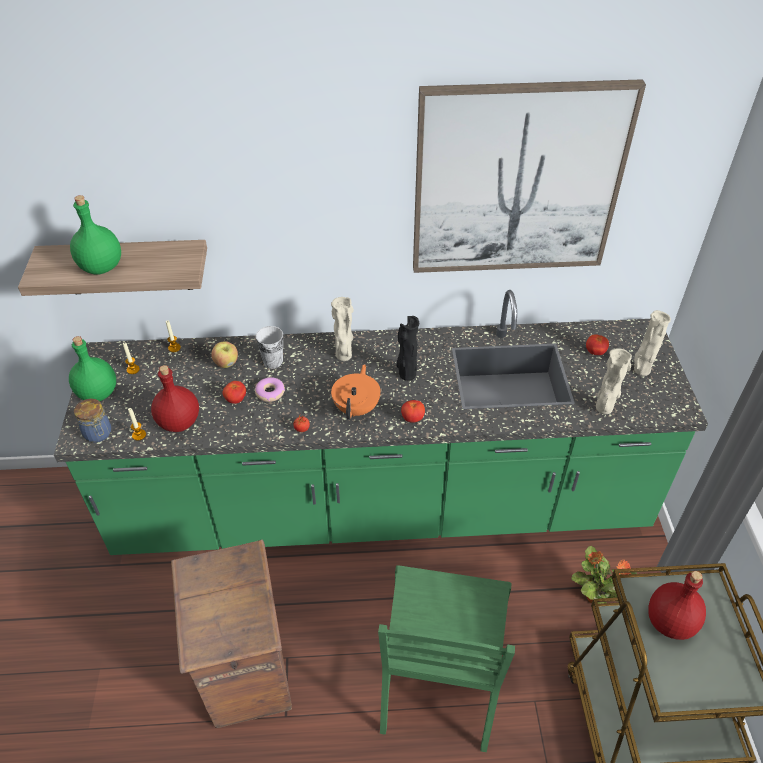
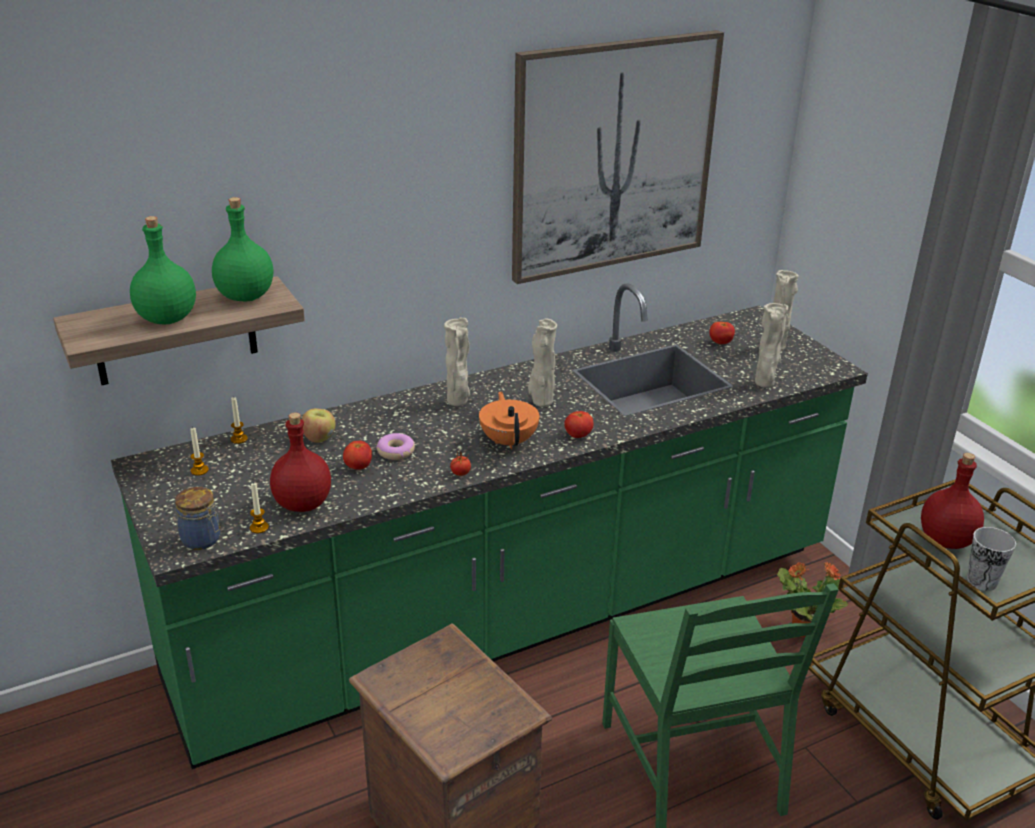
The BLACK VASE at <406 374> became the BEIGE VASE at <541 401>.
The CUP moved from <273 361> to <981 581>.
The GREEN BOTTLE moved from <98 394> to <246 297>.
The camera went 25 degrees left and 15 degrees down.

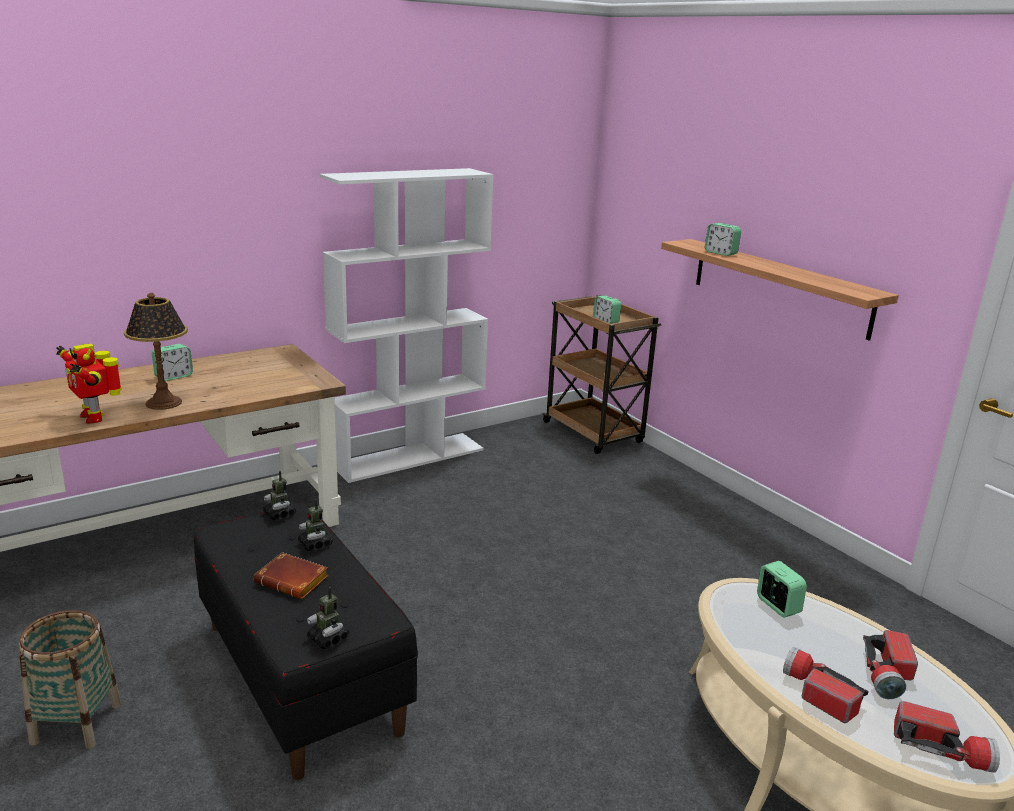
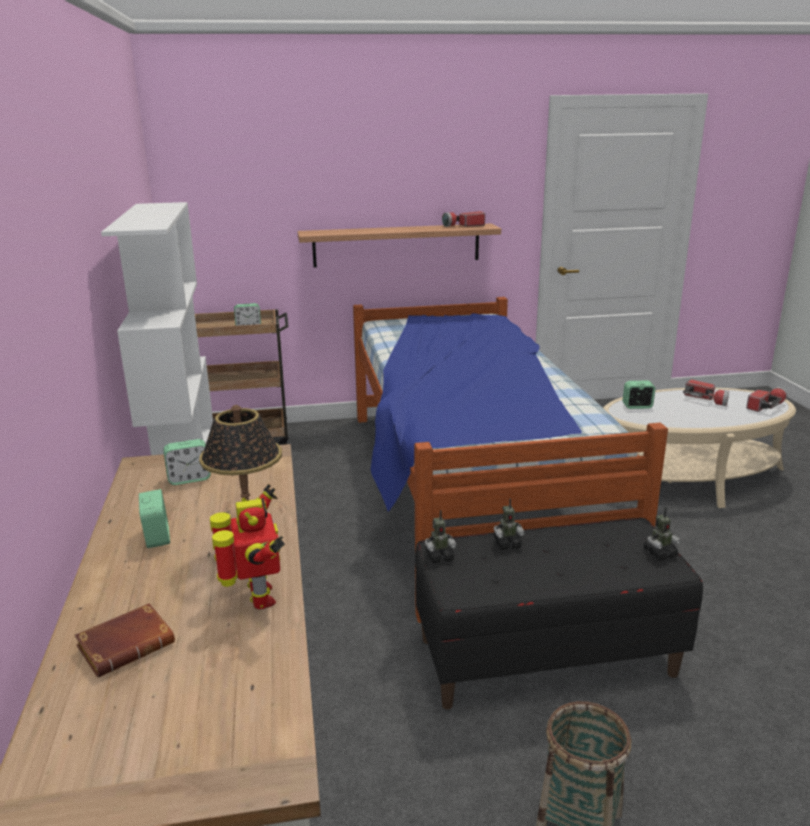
The ALARM CLOCK moved from <720 253> to <189 479>.
The TOY ROBOT at <94 417> turned 90 degrees counterclockwise.
The BROWN BOOK moved from <294 581> to <128 644>.
The FLASHLIGHT moved from <818 693> to <463 226>.
The BED at <467 488> appeared.
The camera went 65 degrees left and 0 degrees up.

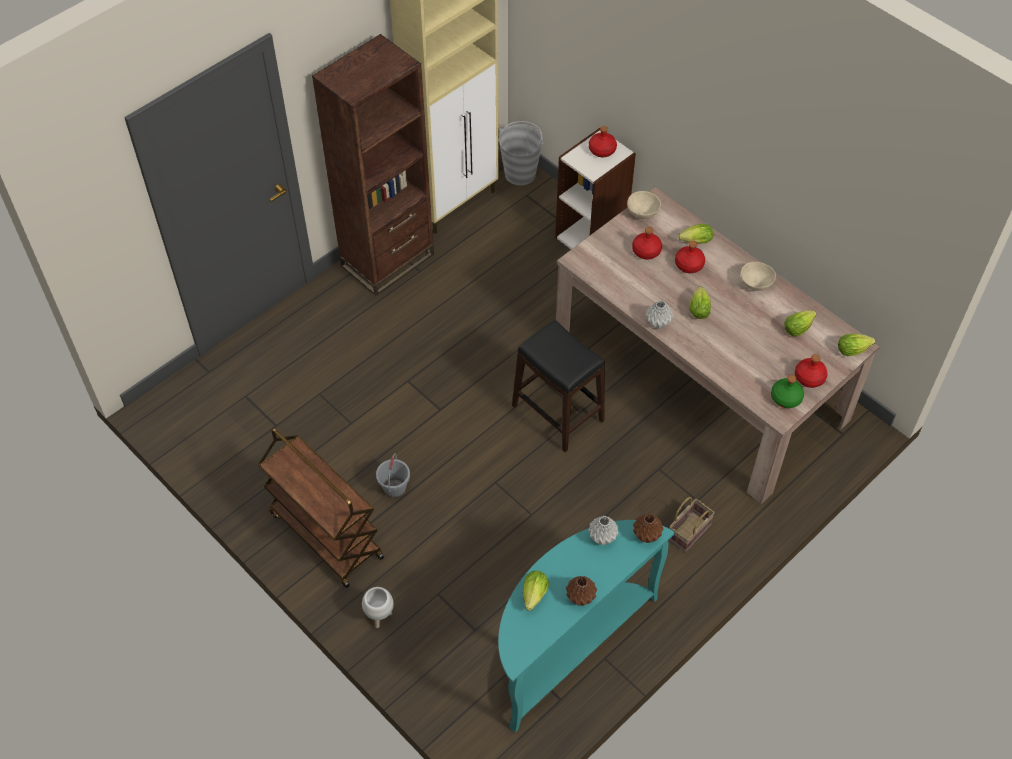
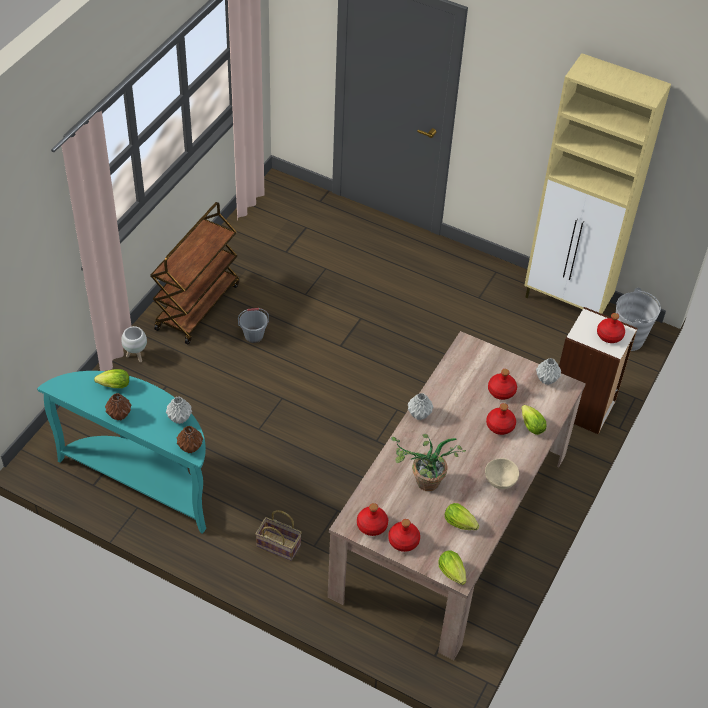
The BROWN BOOKCASE at <388 260> disappeared.
The BEIGE BOWL at <641 213> was replaced by the GREY VASE at <547 379>.
The LETTUCE at <699 308> disappeared.
The BLACK STOOL at <557 413> disappeared.
The GREEN BOTTLE at <785 398> became the RED BOTTLE at <371 525>.
The POTTED PLANT at <421 484> appeared.
The camera went 70 degrees right and 5 degrees down.

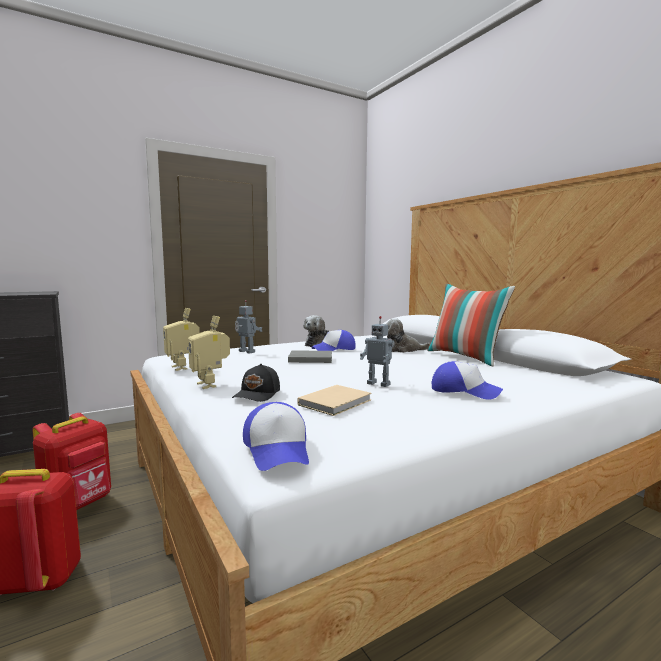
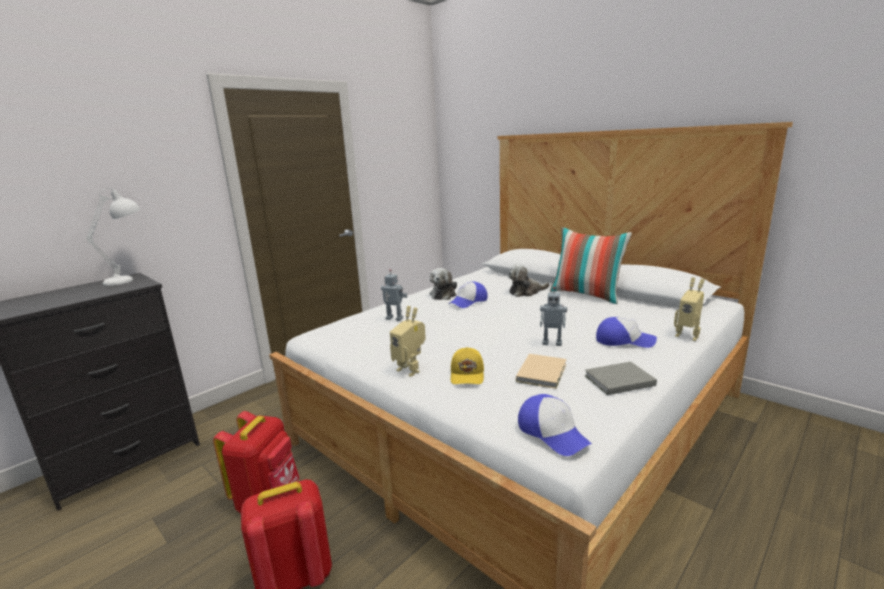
The TOY ROBOT moved from <183 367> to <687 335>.
The GREY BOOK moved from <309 359> to <617 380>.
The BLACK CAP at <258 394> became the YELLOW CAP at <468 375>.
The WHITE TABLE LAMP at <131 279> appeared.
The camera went 15 degrees left and 10 degrees up.

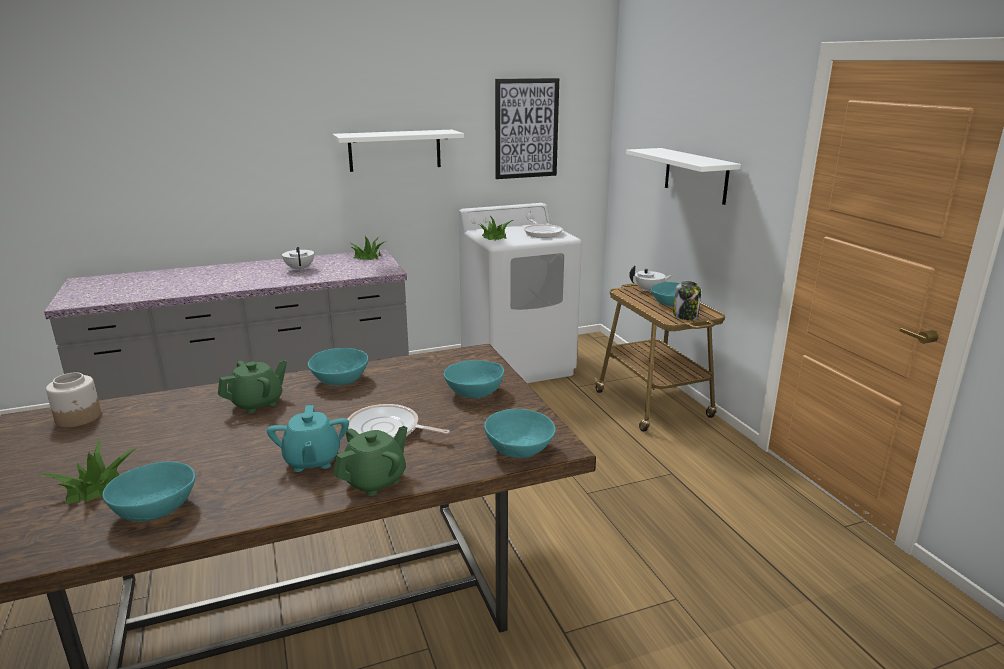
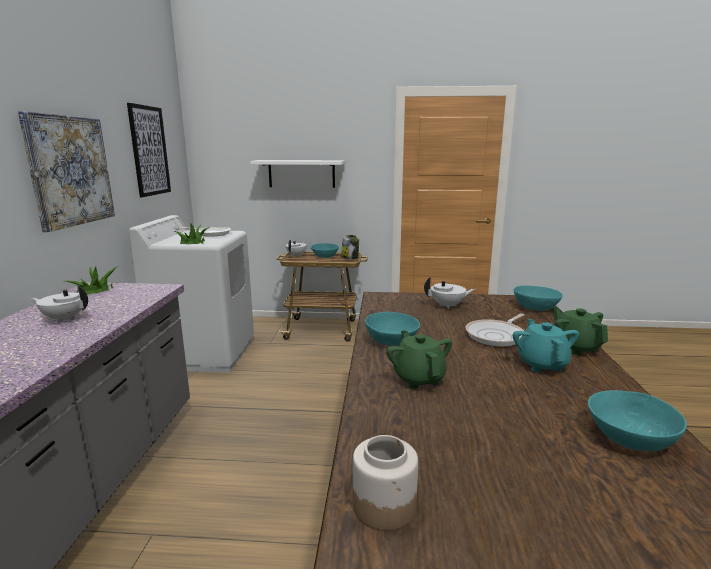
The WHITE SHELF at <395 150> was replaced by the PICTURE at <70 171>.
The TURQUOISE BOWL at <474 392> was replaced by the WHITE TEAPOT at <448 306>.
The TURQUOISE TEAPOT at <312 460> turned 105 degrees counterclockwise.
The POTTED PLANT at <95 488> disappeared.
The camera went 65 degrees left and 5 degrees down.

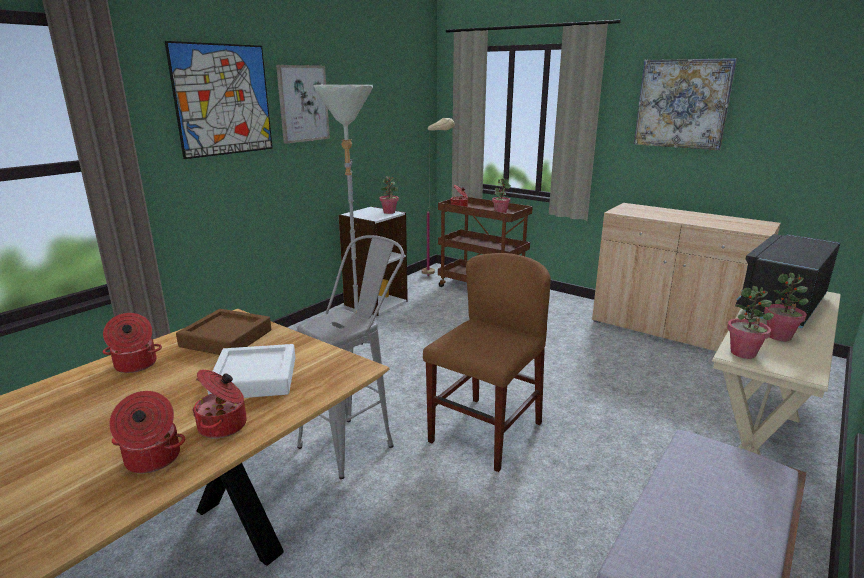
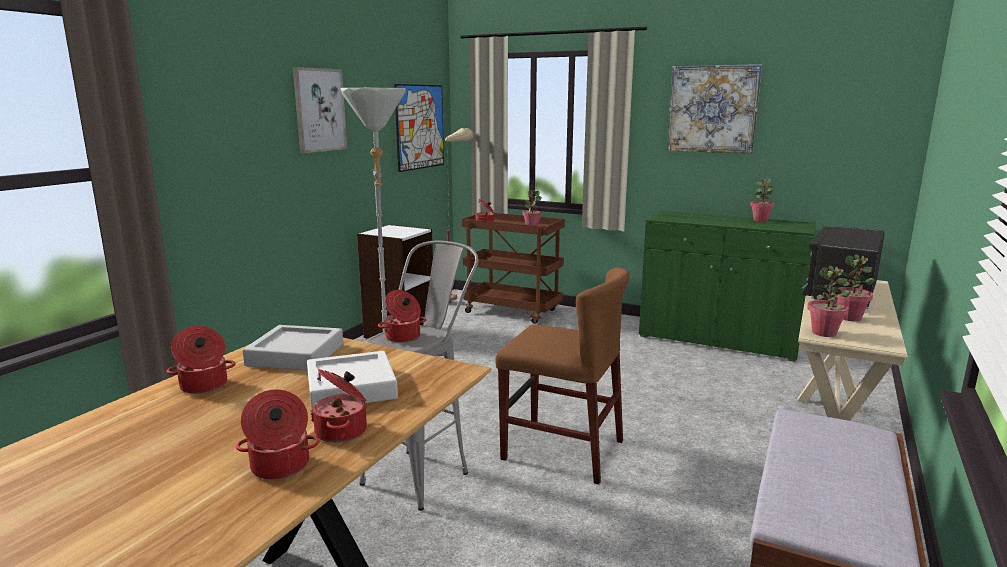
The PICTURE moved from <223 100> to <420 127>.
The POTTED PLANT moved from <389 212> to <760 220>.
The BEIGE CABINET at <669 330> became the GREEN CABINET at <718 339>.
The BROWN CHAIR at <485 432> turned 90 degrees clockwise.
The BROWN TRAY at <226 338> became the GREY TRAY at <296 354>.
The COOKING POT at <403 337> appeared.
The camera went 10 degrees left and 5 degrees down.

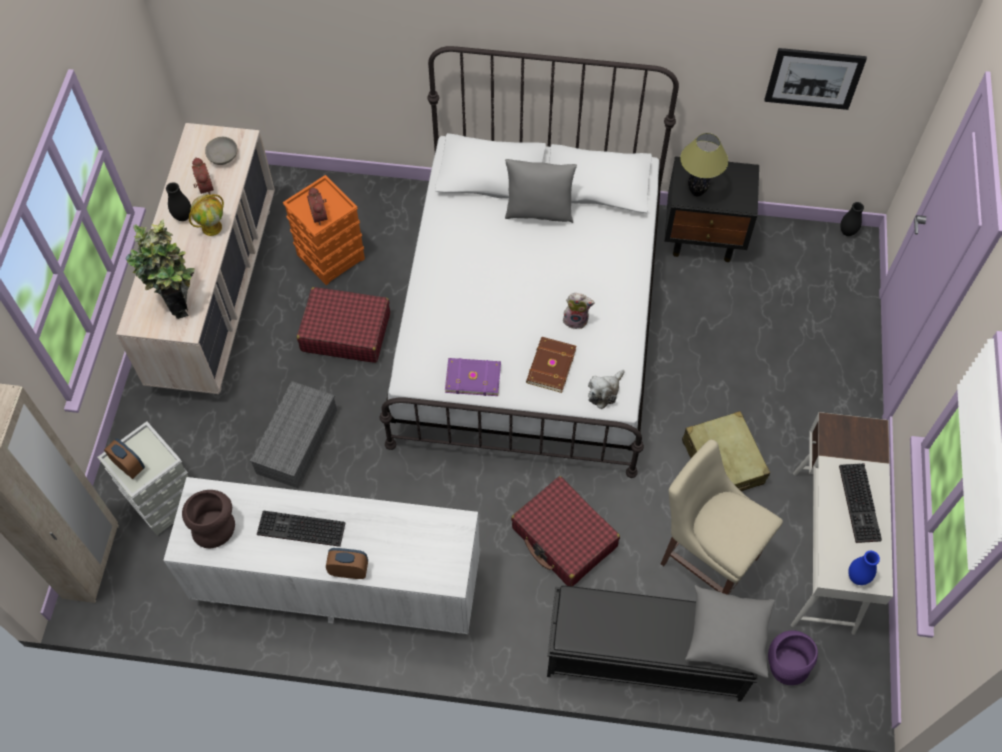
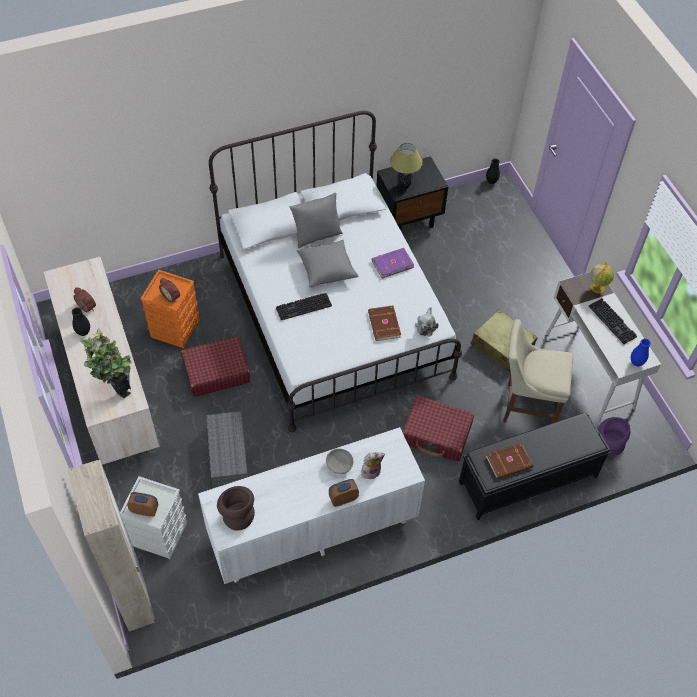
The PICTURE at <814 78> disappeared.
The GREY BOWL moved from <223 157> to <339 465>.
The GLOBE moved from <212 227> to <597 287>.
The PLUSH TOY moved from <576 320> to <371 471>.
The PURPLE BOOK moved from <472 377> to <392 263>.
The KEYBOARD moved from <299 530> to <303 308>.
The GREY PILLOW moved from <728 635> to <327 269>.
The BROWN BOOK at <509 462> appeared.
The camera went 30 degrees left and 5 degrees down.

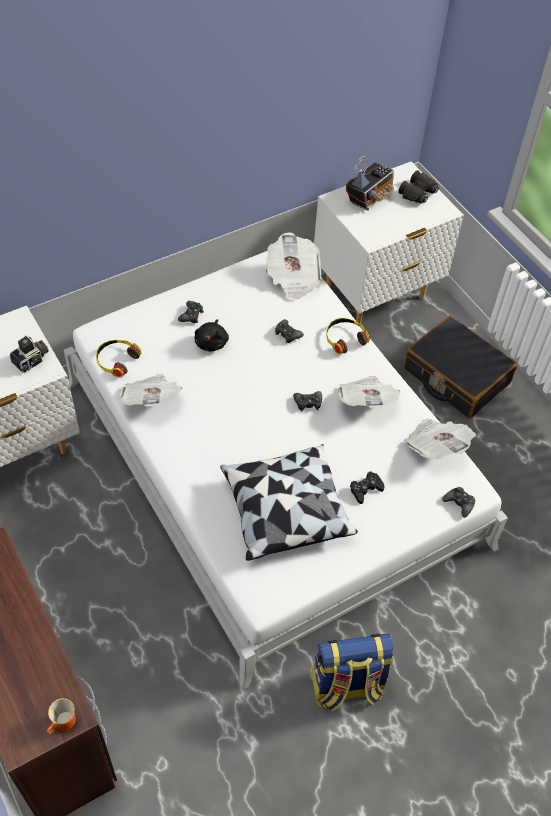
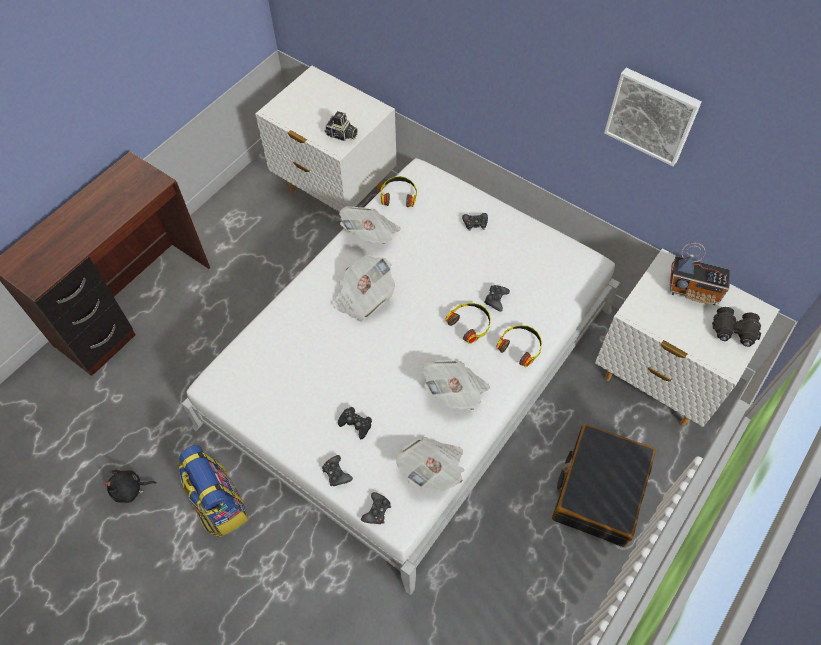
The NEWSPAPER moved from <293 278> to <363 297>.
The BLACK PLUSH TOY moved from <212 342> to <130 489>.
The BLACK GAME CONTROLLER moved from <308 403> to <336 473>.
The PILLOW at <285 510> disappeared.
The MUG at <64 723> disappeared.
The PICTURE at <652 115> appeared.
The HEADPHONES at <470 324> appeared.
The camera went 70 degrees right and 5 degrees up.

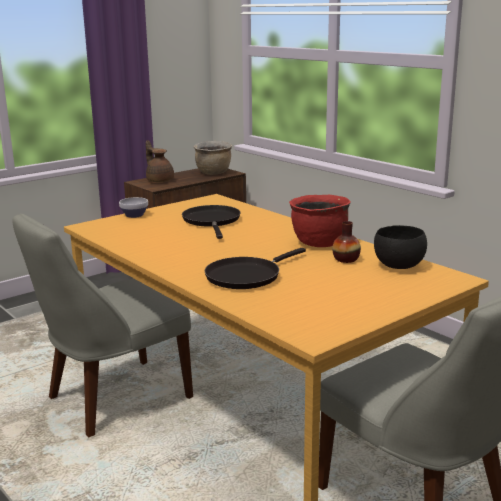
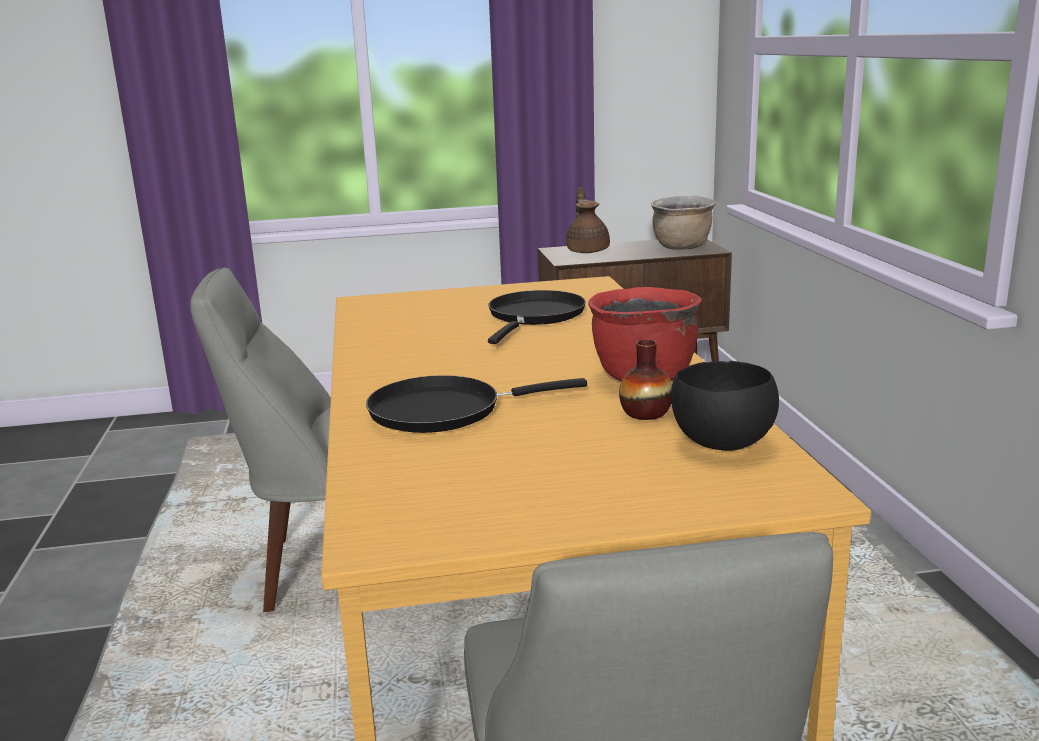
The BOWL at <134 215> disappeared.
The camera went 30 degrees right and 0 degrees up.

